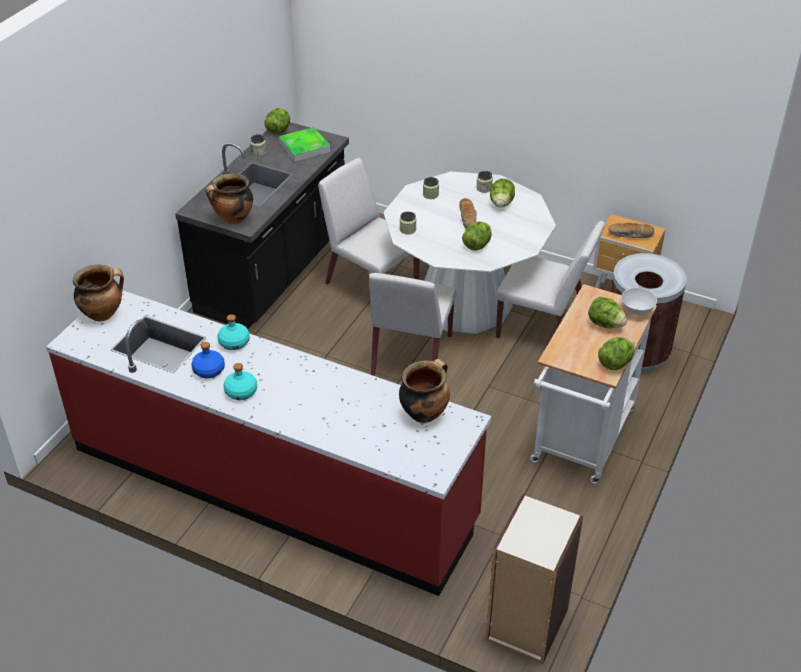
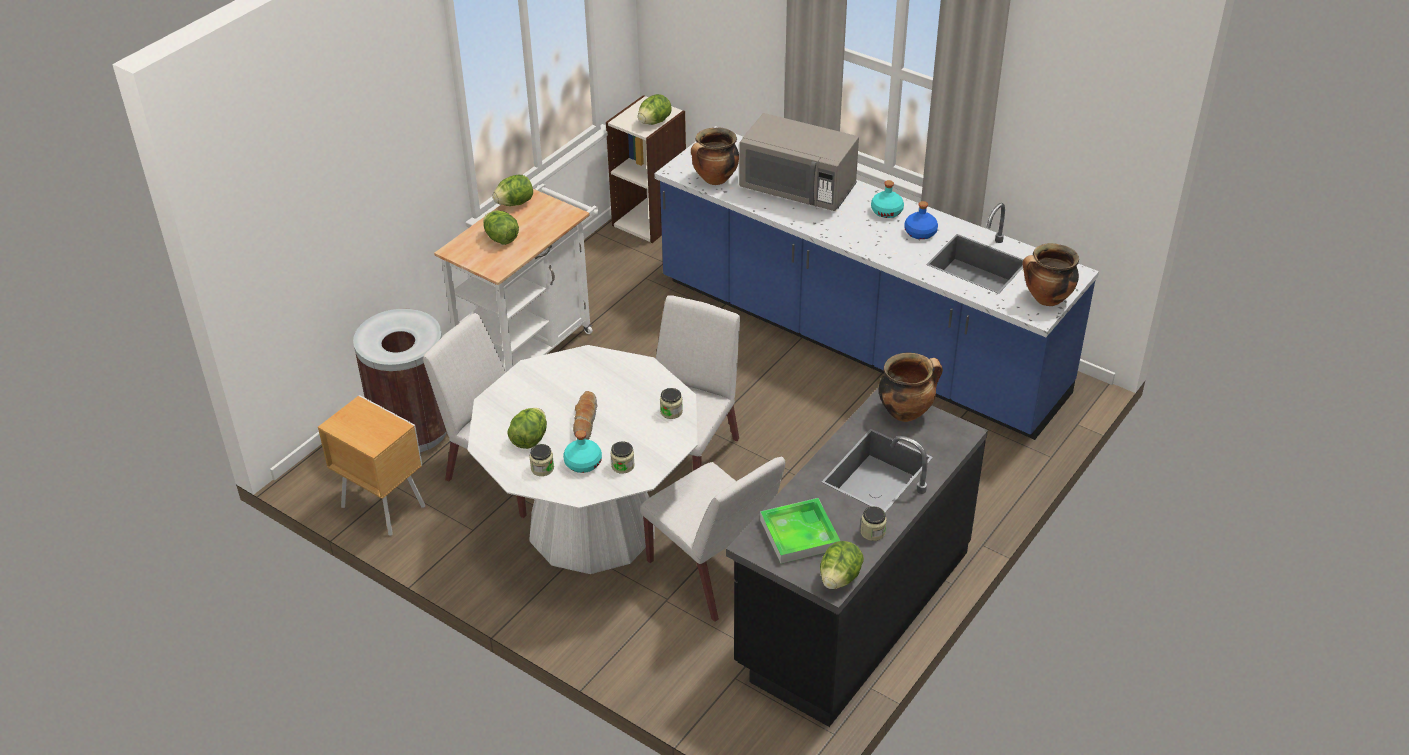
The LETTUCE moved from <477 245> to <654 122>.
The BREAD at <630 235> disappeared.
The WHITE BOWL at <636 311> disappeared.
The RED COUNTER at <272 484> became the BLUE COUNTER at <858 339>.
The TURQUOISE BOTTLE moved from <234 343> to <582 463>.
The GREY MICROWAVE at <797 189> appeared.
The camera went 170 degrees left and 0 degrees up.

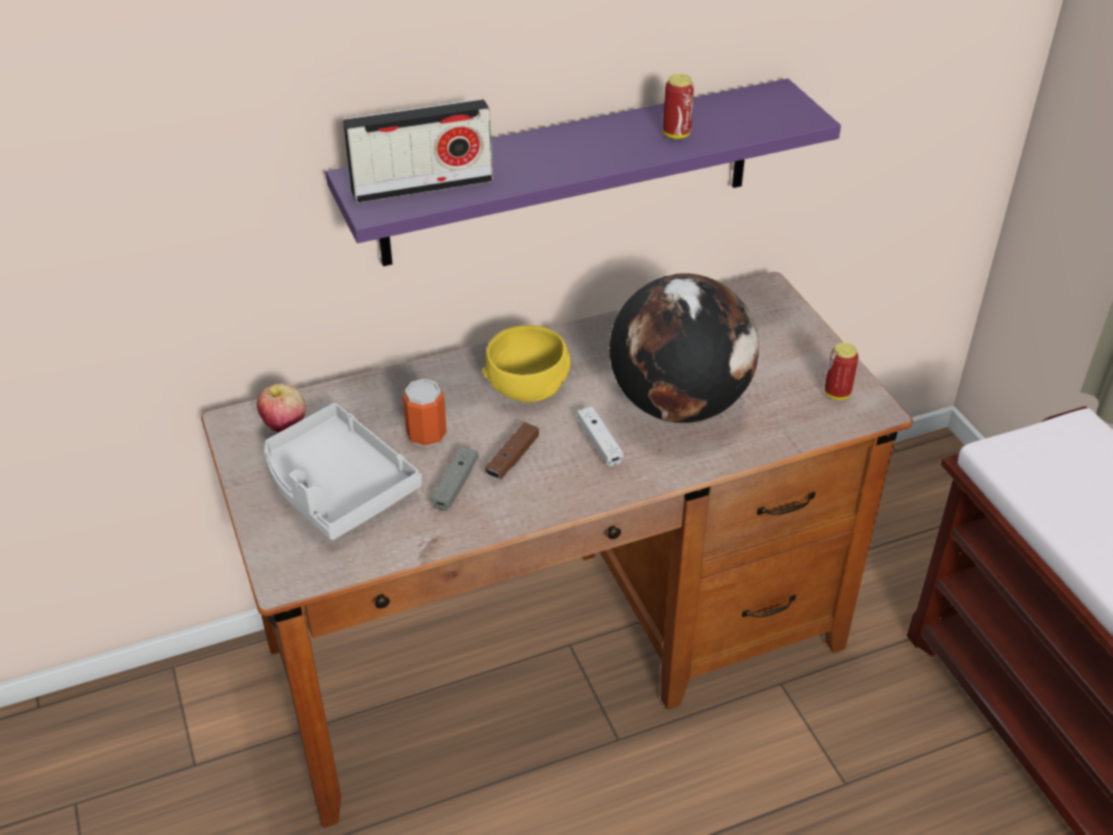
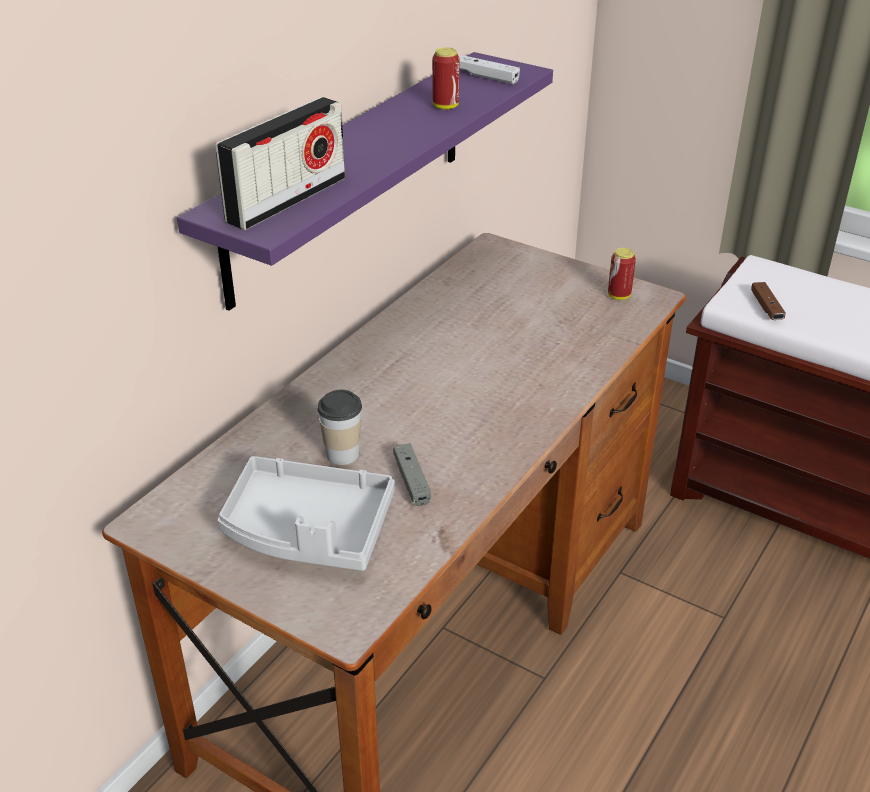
The GLOBE at <678 404> disappeared.
The YELLOW BOWL at <528 385> disappeared.
The CAN at <426 435> was replaced by the CUP at <342 454>.
The APPLE at <285 425> disappeared.
The WHITE GAME CONTROLLER moved from <599 442> to <486 77>.
The BROWN GAME CONTROLLER moved from <512 458> to <766 307>.
The camera went 35 degrees left and 5 degrees down.

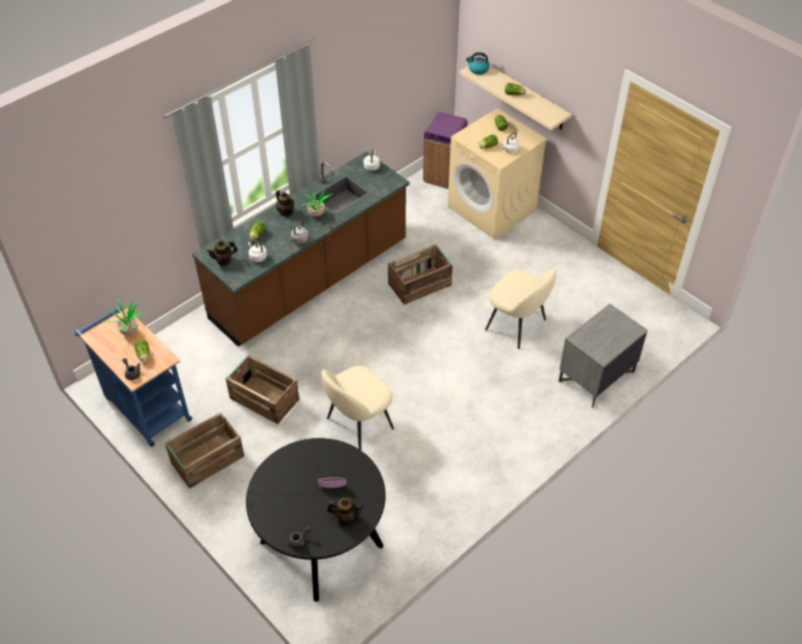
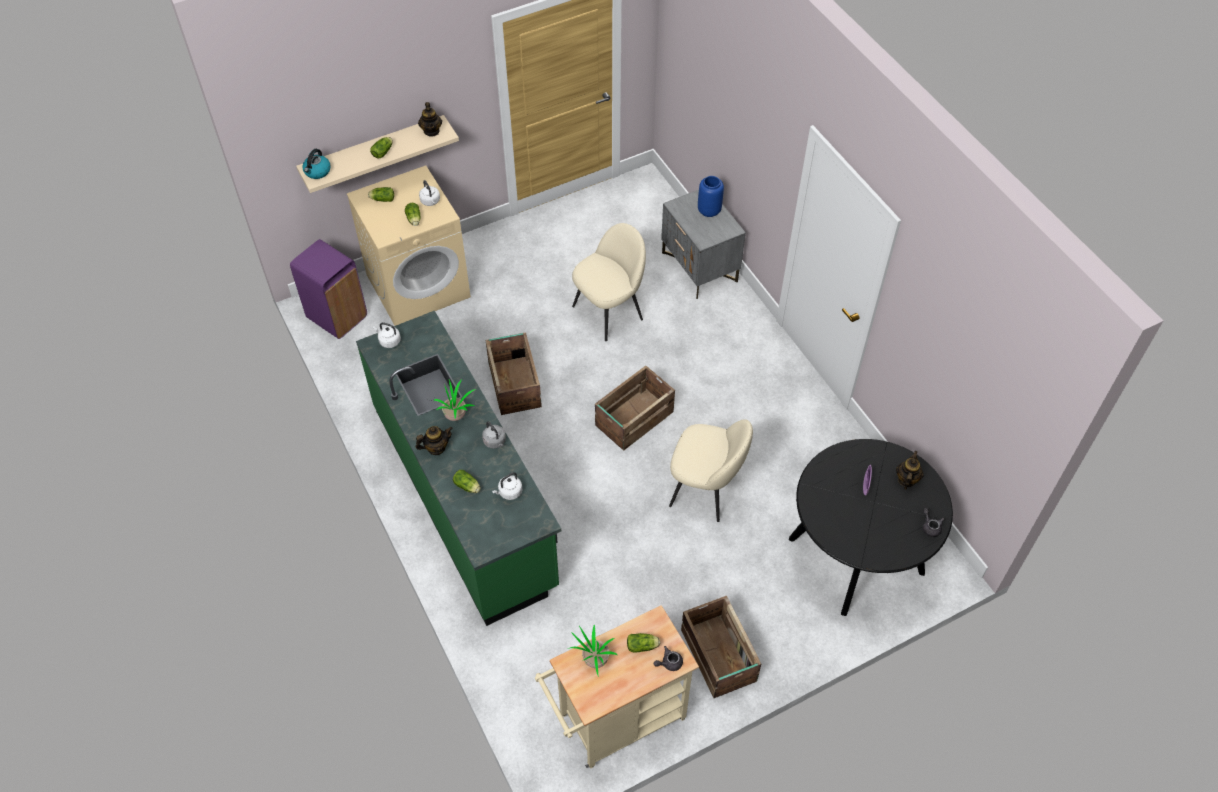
The BROWN COUNTER at <310 281> became the GREEN COUNTER at <465 496>.
The TEAPOT moved from <224 260> to <431 131>.
The BLUE CART at <144 406> became the BEIGE CART at <615 721>.
The CRATE moved from <264 398> to <633 419>.
The BEIGE CHAIR at <358 424> turned 45 degrees counterclockwise.
The BLUE VASE at <709 210> appeared.
The camera went 75 degrees left and 5 degrees up.

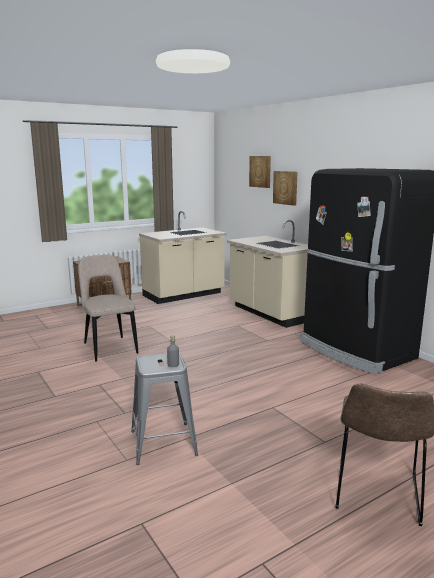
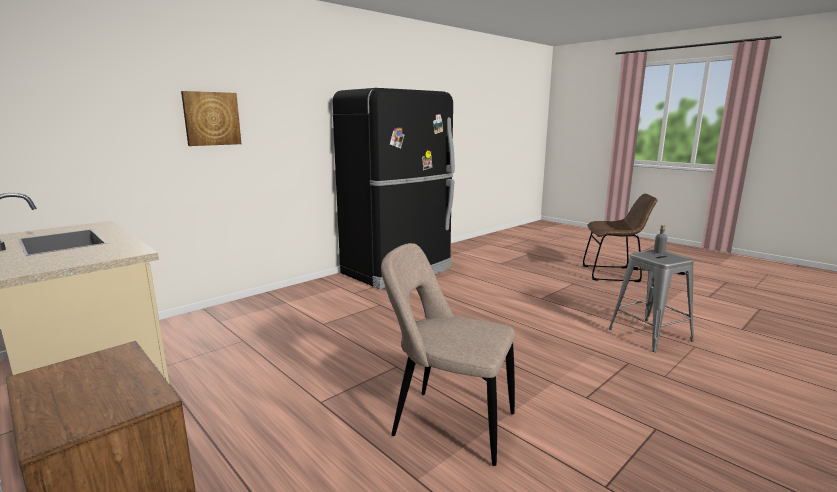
The PICTURE at <260 171> disappeared.
The BEIGE COUNTER at <270 313> disappeared.
The BEIGE CHAIR at <109 347> turned 60 degrees clockwise.
The camera went 100 degrees left and 0 degrees up.

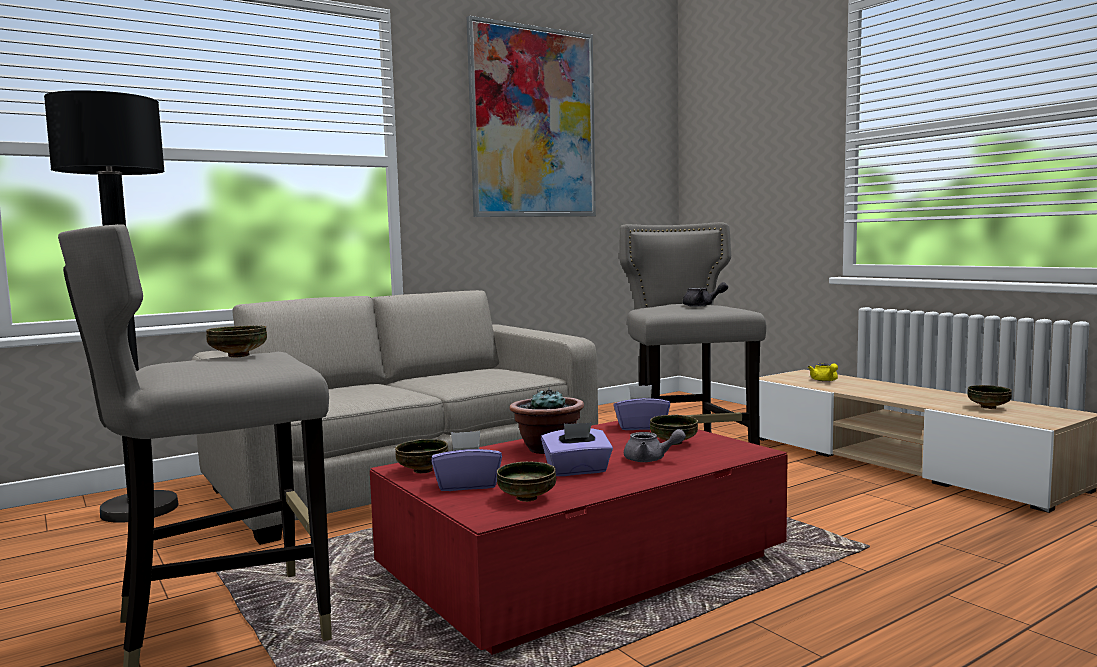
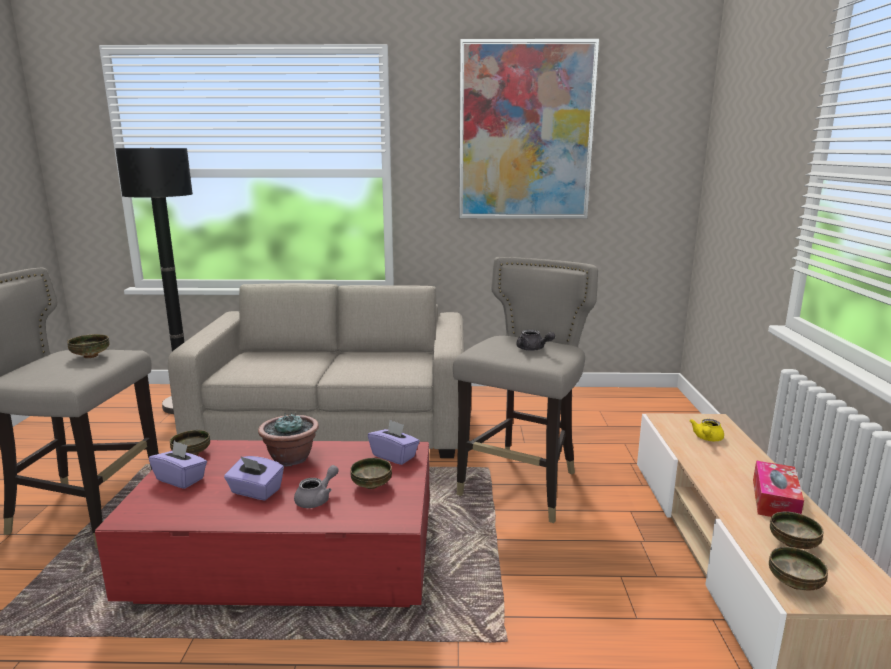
The GREY TEAPOT at <650 459> turned 105 degrees counterclockwise.
The BOWL moved from <528 498> to <795 584>.
The TISSUE BOX at <775 500> appeared.
The camera went 35 degrees right and 10 degrees up.

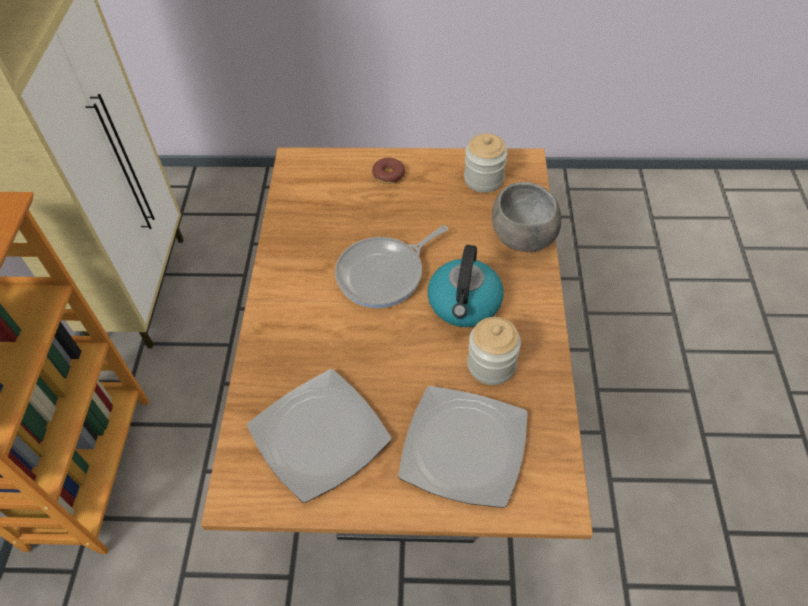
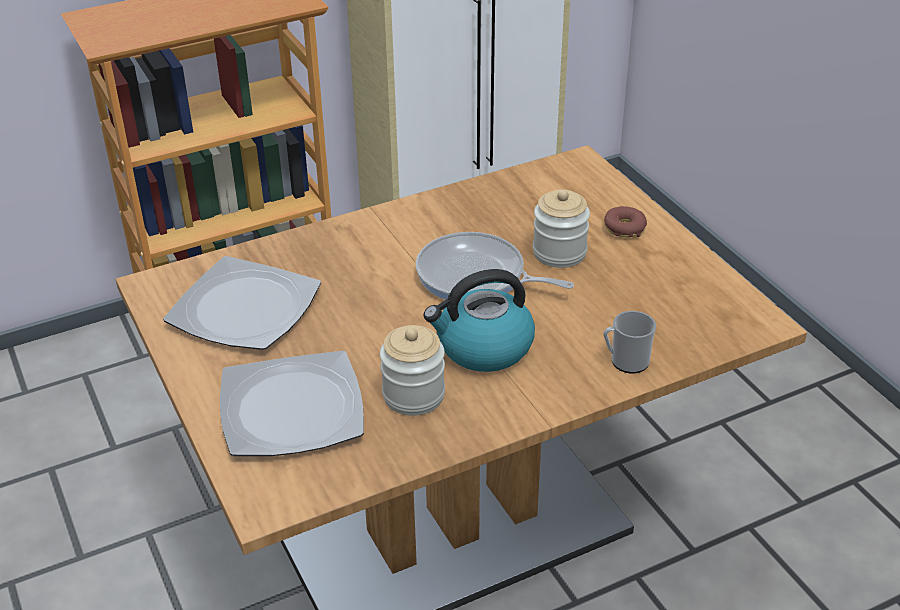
The JAR moved from <483 179> to <559 253>.
The GREY BOWL at <523 239> was replaced by the MUG at <625 361>.
The camera went 60 degrees right and 15 degrees down.

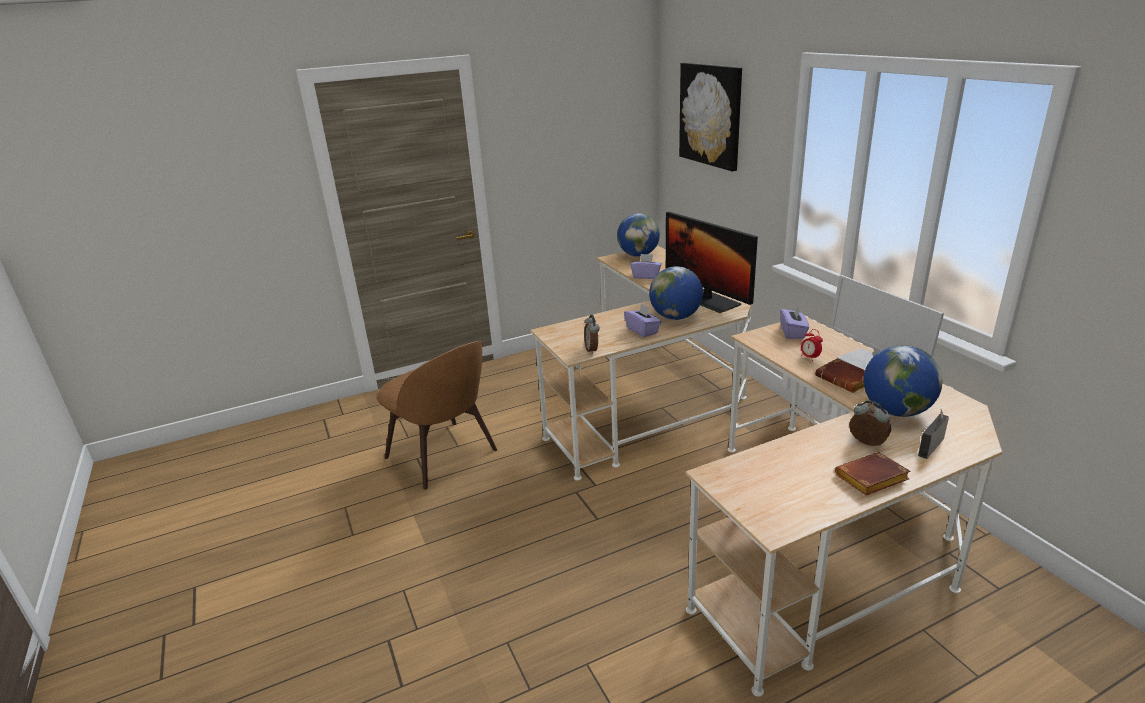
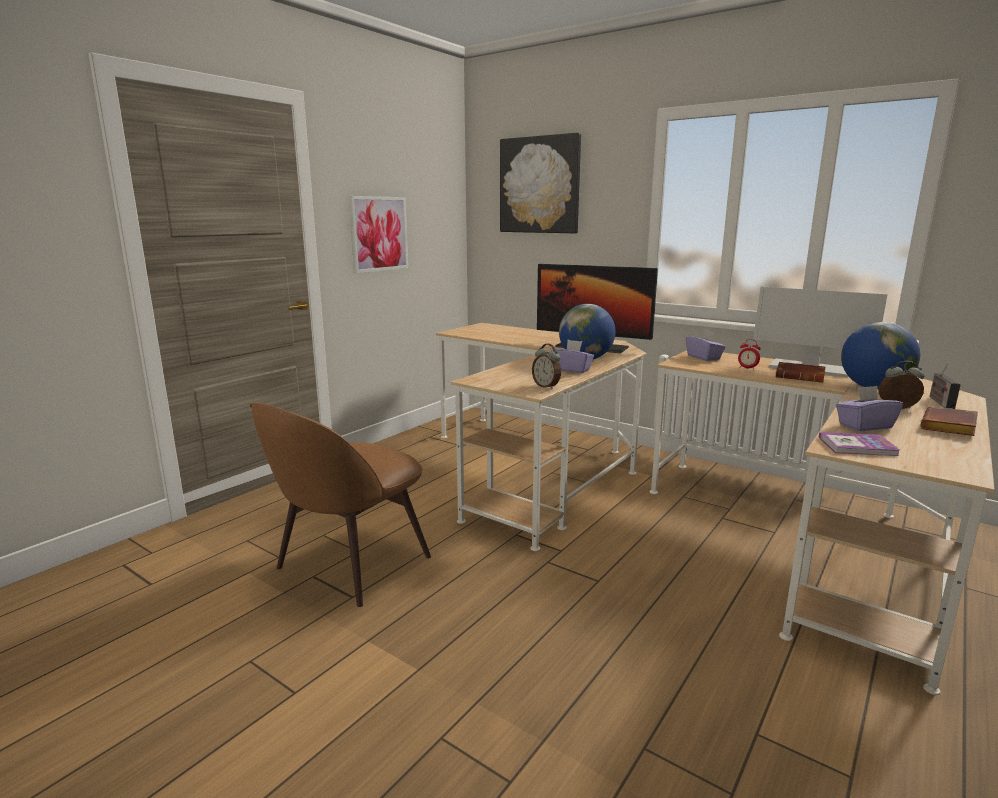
The GLOBE at <638 255> disappeared.
The PURPLE TISSUE BOX moved from <646 276> to <864 426>.
The BROWN CHAIR at <444 456> turned 105 degrees clockwise.
The PICTURE at <379 234> appeared.
The BOOK at <857 446> appeared.
The camera went 30 degrees left and 10 degrees down.

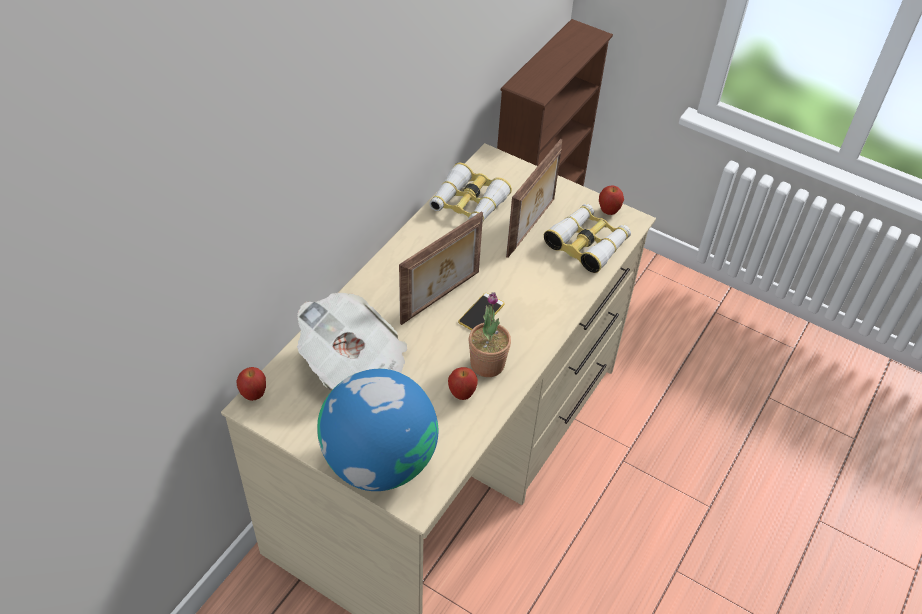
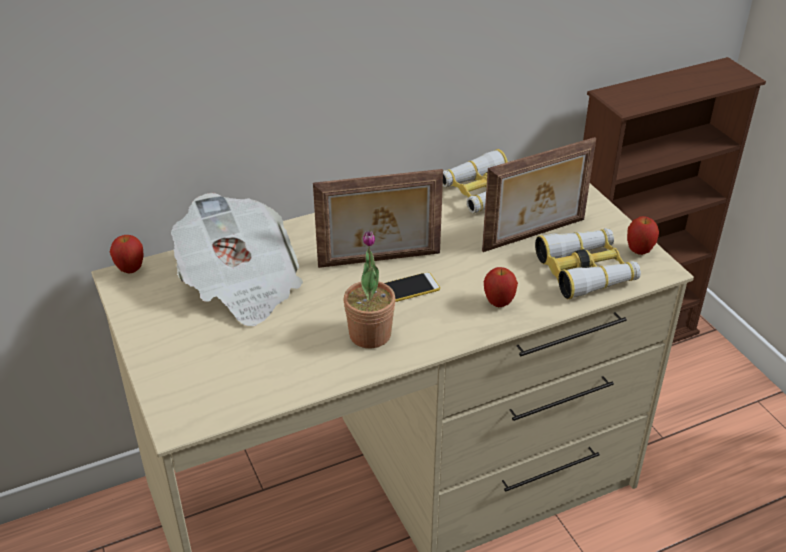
The APPLE moved from <462 394> to <498 303>.
The GLOBE at <379 461> disappeared.
The camera went 35 degrees right and 10 degrees down.

